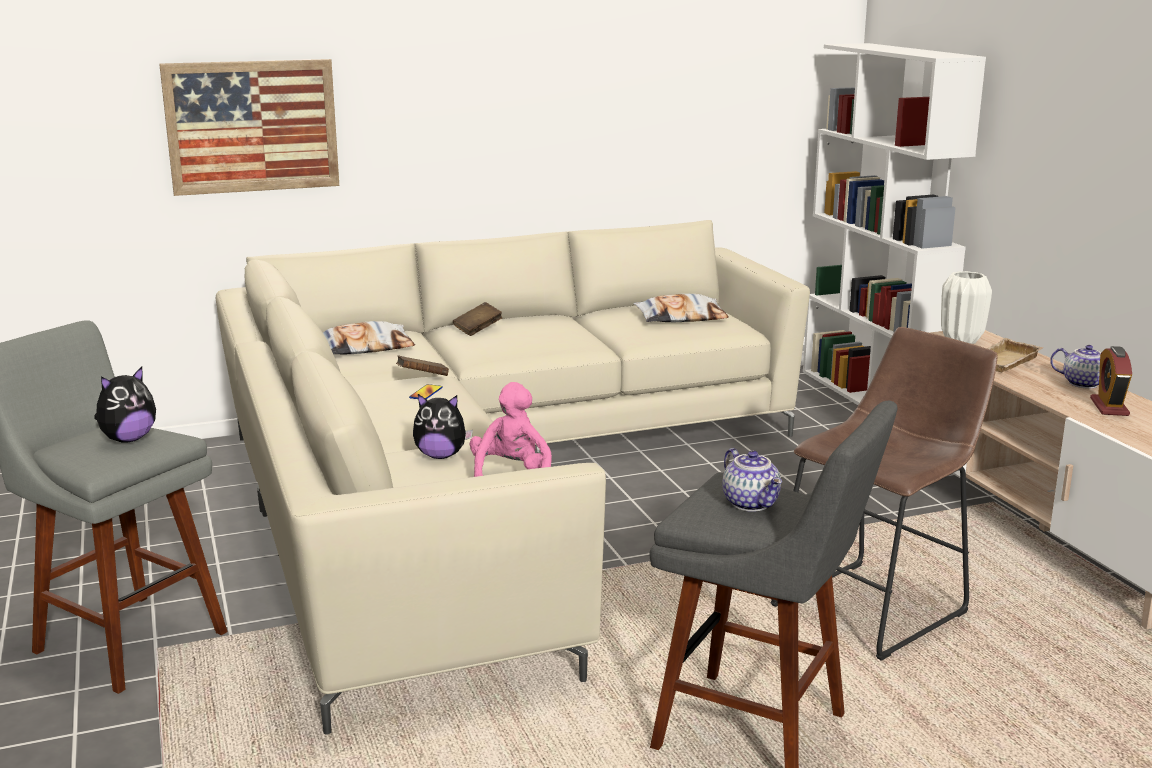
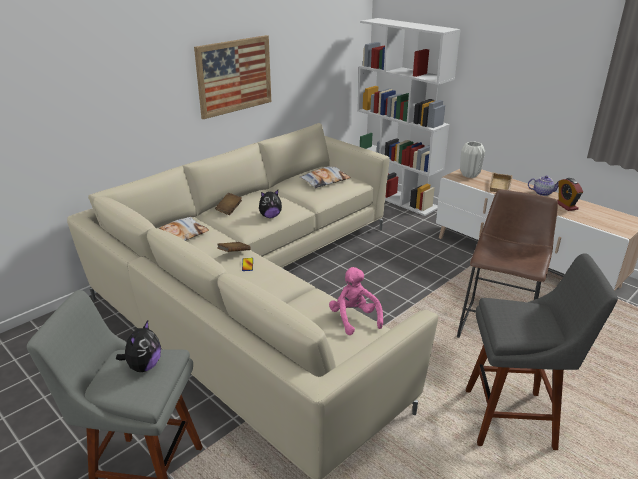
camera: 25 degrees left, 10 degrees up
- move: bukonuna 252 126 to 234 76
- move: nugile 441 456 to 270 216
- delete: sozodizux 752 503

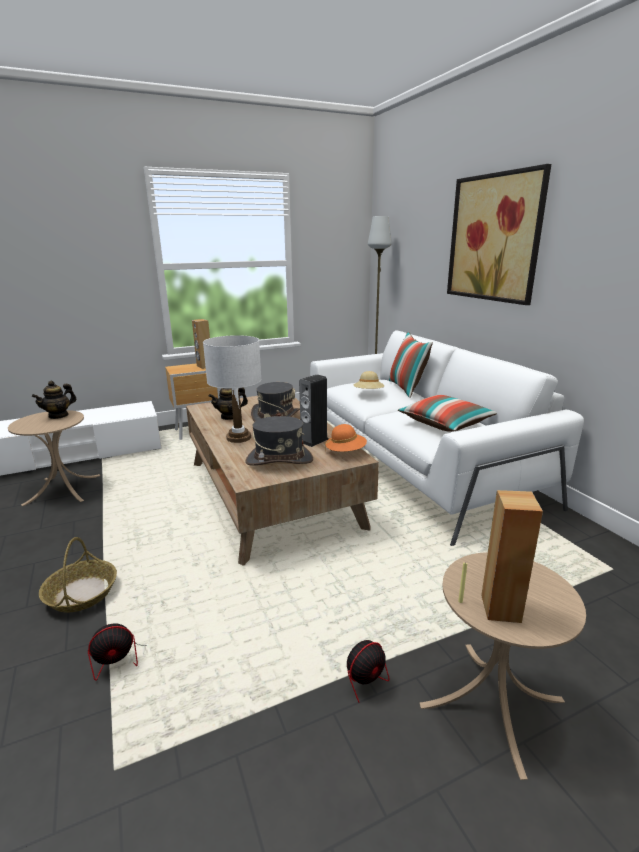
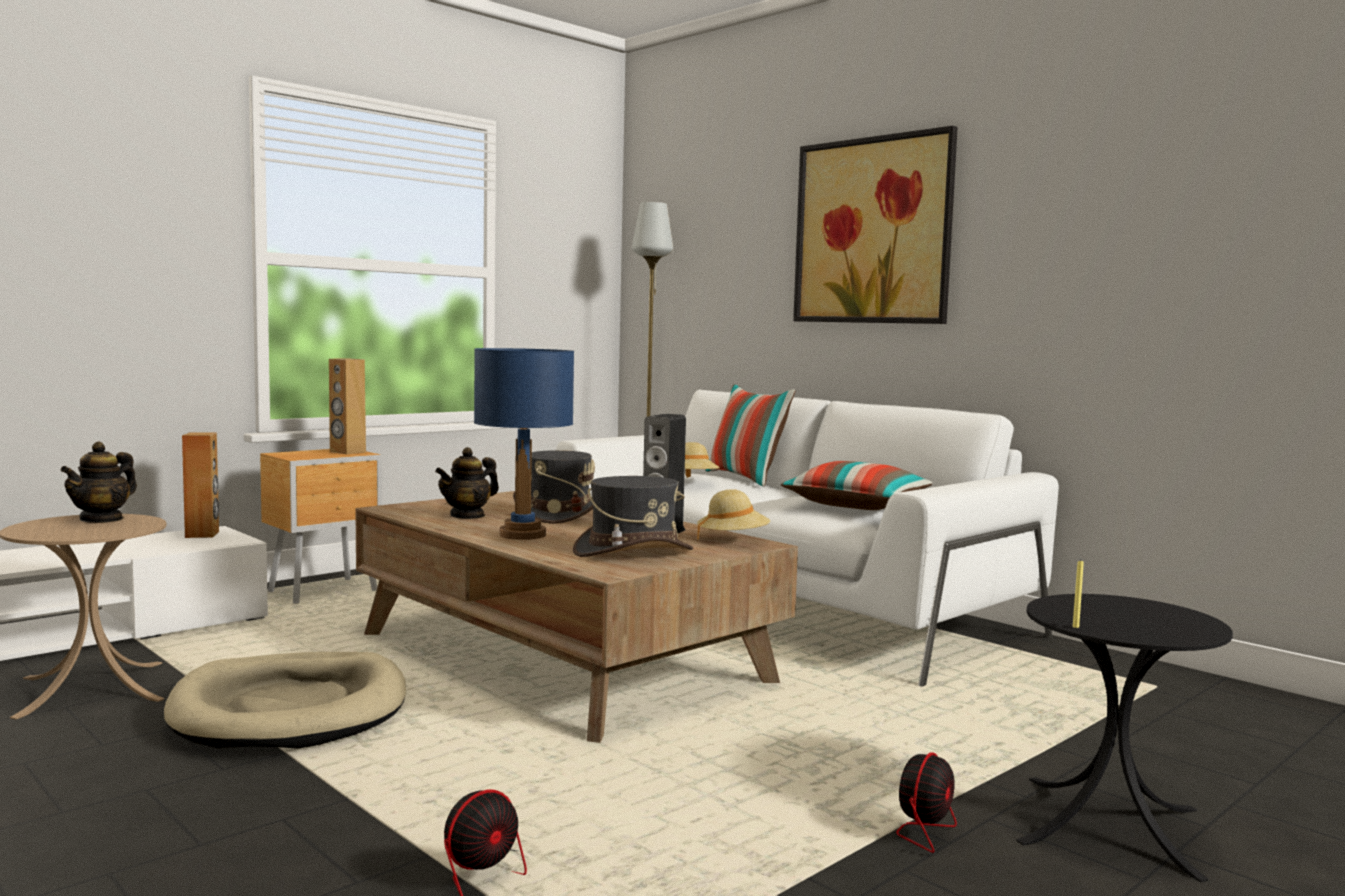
camera: 20 degrees left, 15 degrees down
- insert: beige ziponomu 290 710
- move: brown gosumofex 501 608 to 202 534
- recolor: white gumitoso 238 438 to blue gumitoso 522 535
- recolor: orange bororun 345 452 to beige bororun 732 540
- recolor: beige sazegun 492 703 to black sazegun 1110 825
- delete: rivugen 81 593

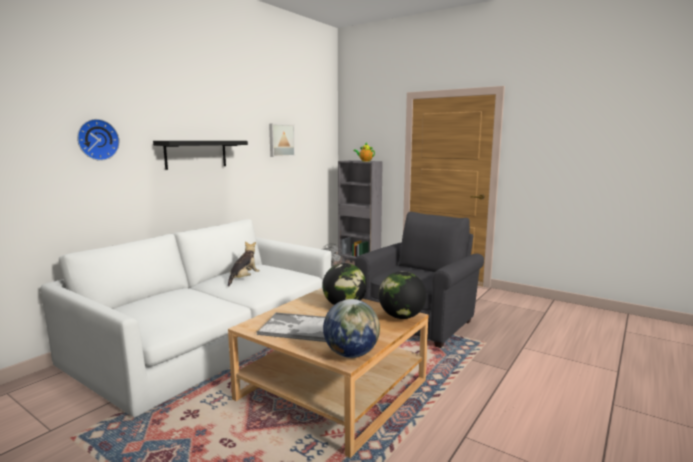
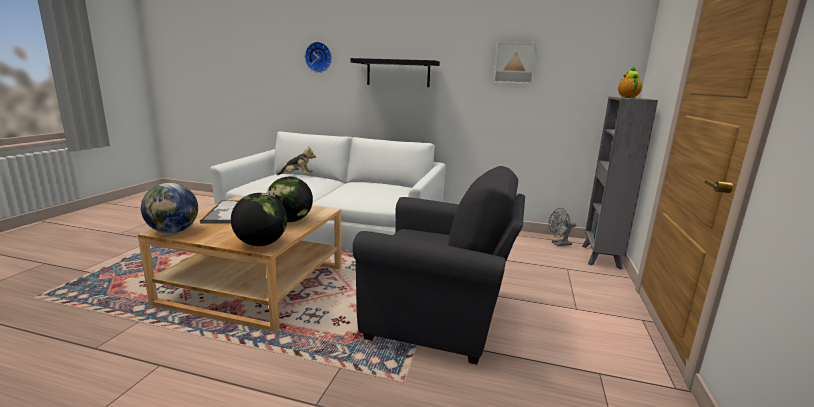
camera: 70 degrees right, 5 degrees up
- move: nugile 244 279 to 297 176

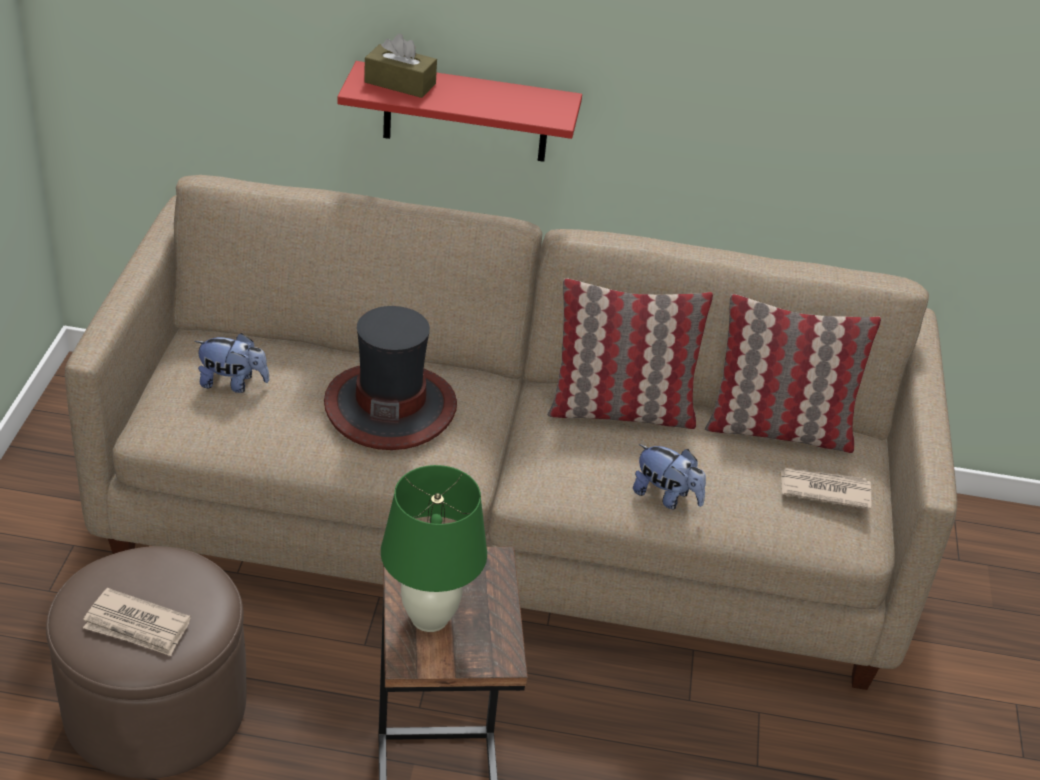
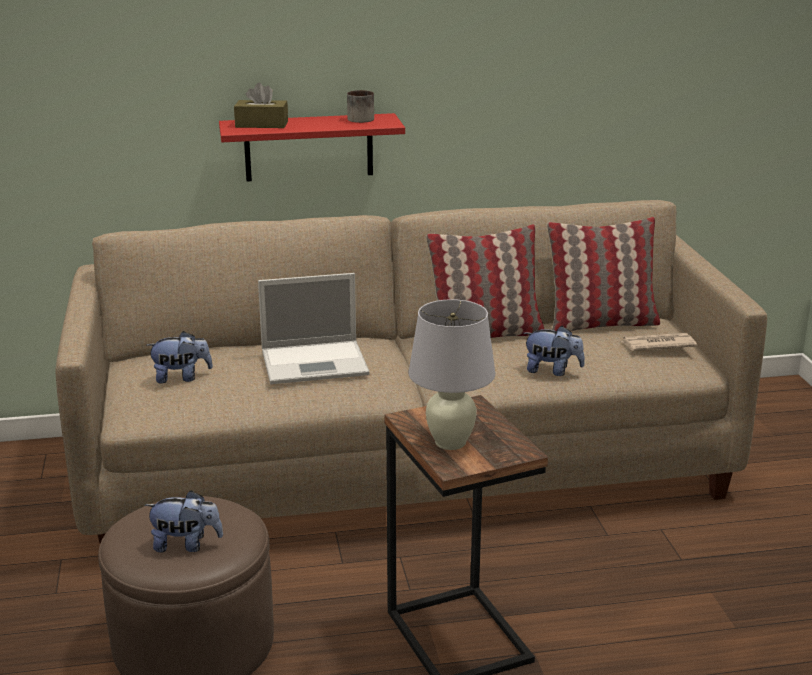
camera: 15 degrees left, 15 degrees down
- replace: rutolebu 137 626 to nugile 186 545
- replace: bororun 390 406 to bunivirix 316 362
- insert: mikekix 361 118
- recolor: green gumitoso 429 618 to white gumitoso 450 442

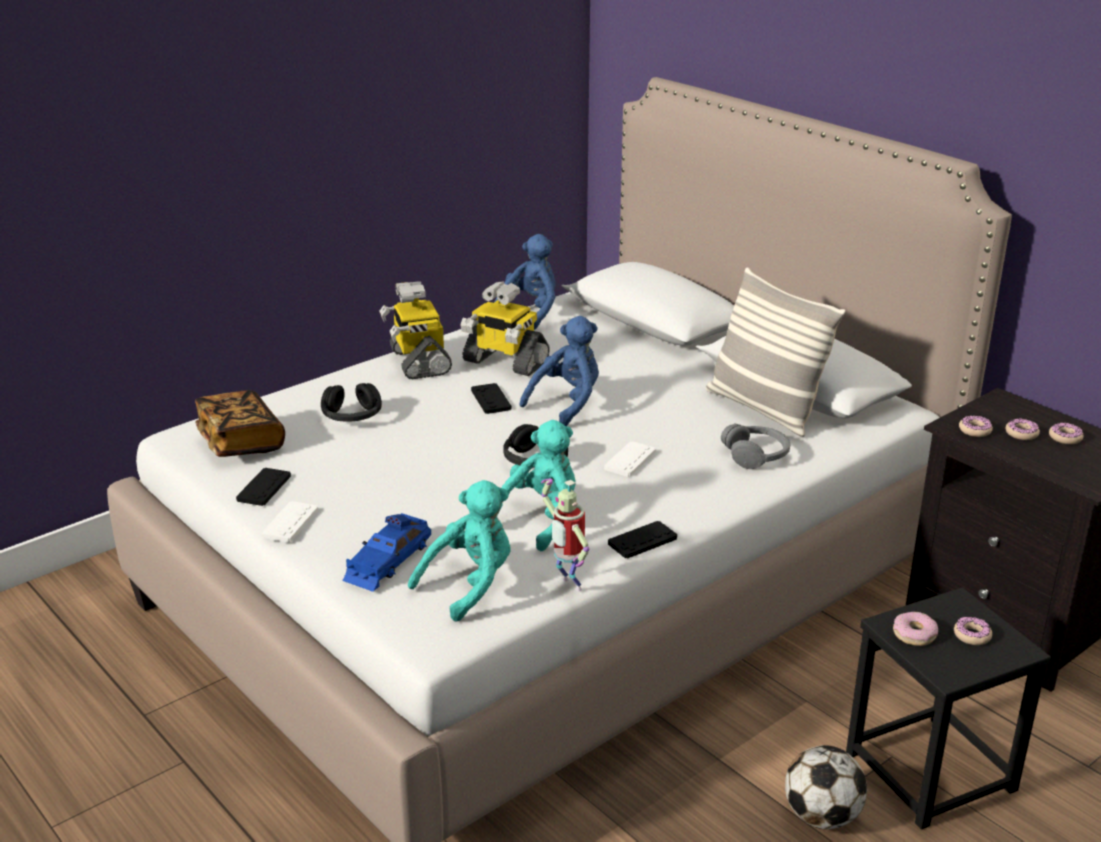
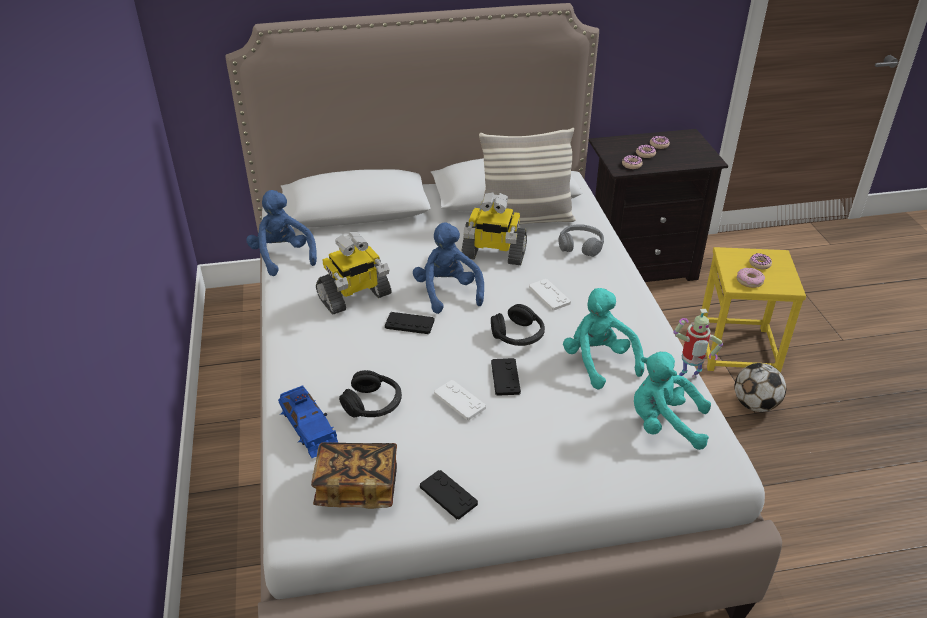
camera: 60 degrees left, 10 degrees up
- move: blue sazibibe 388 561 to 309 427
- move: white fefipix 290 523 to 459 401
- move: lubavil 418 361 to 493 254
- move: black fefipix 642 541 to 505 377
- rotate: turquoise nugile 470 585 = 664 424 60 degrees counterclockwise
- recolor: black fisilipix 931 772 to yellow fisilipix 738 349

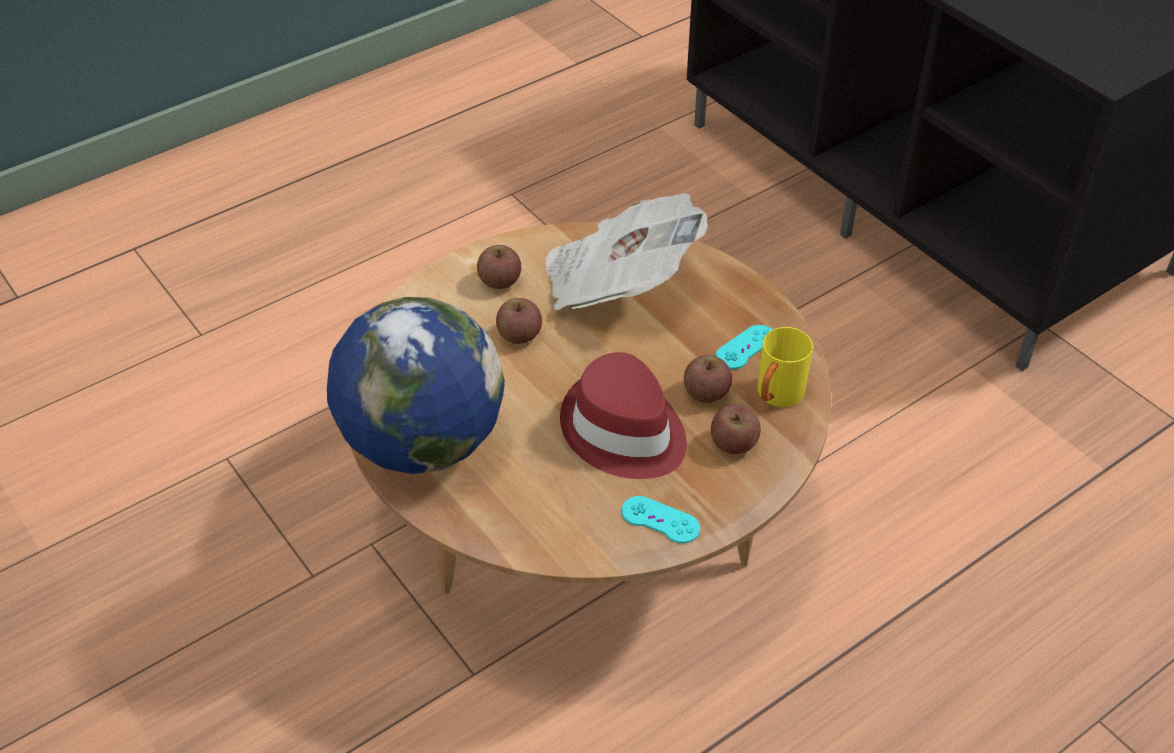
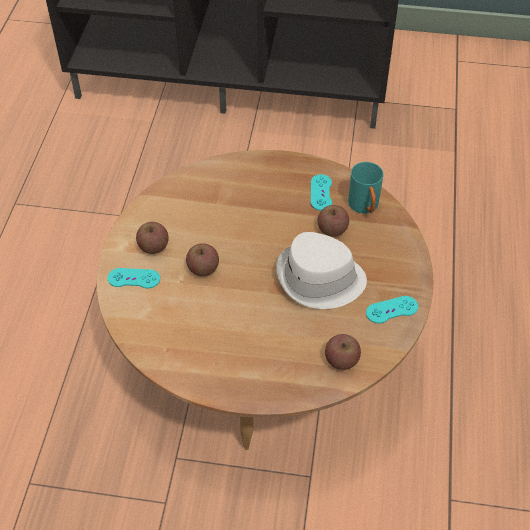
camera: 45 degrees left, 5 degrees up
- insert: turquoise fefipix 134 278
- recolor: red bororun 623 431 to white bororun 320 279
- move: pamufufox 733 443 to 341 360
- recolor: yellow mikekix 776 397 to turquoise mikekix 365 207
- delete: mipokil 422 443
- delete: rutolebu 618 284

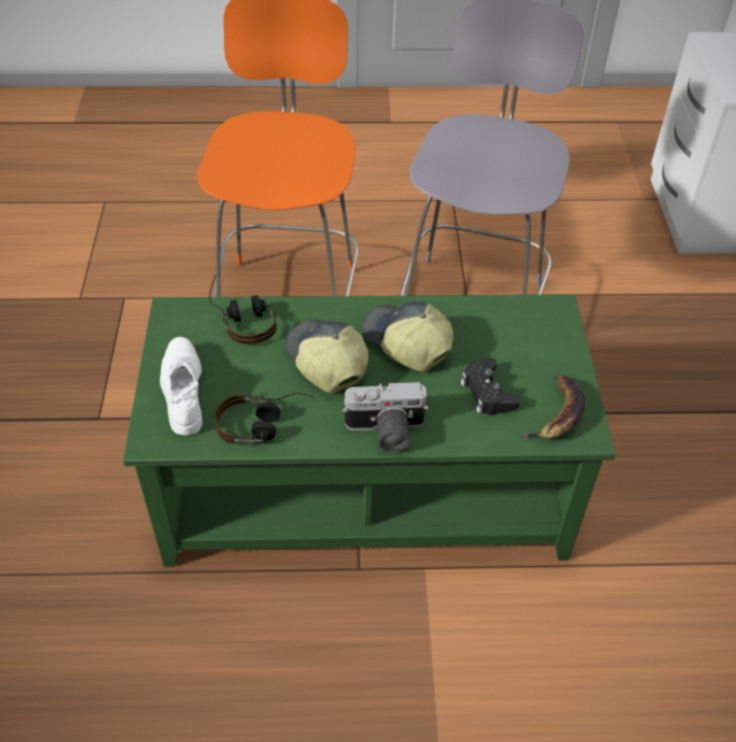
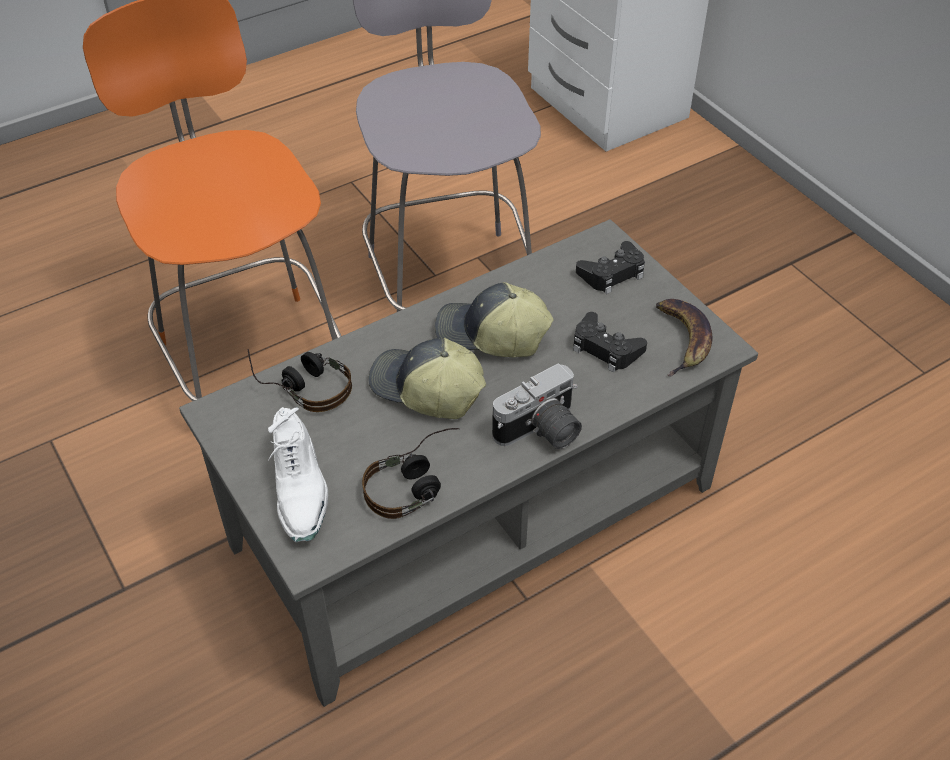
camera: 30 degrees left, 0 degrees up
- recolor: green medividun 364 490 to grey medividun 476 519
- rotate: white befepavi 183 391 = 300 490 150 degrees counterclockwise
- insert: black fefipix 612 273

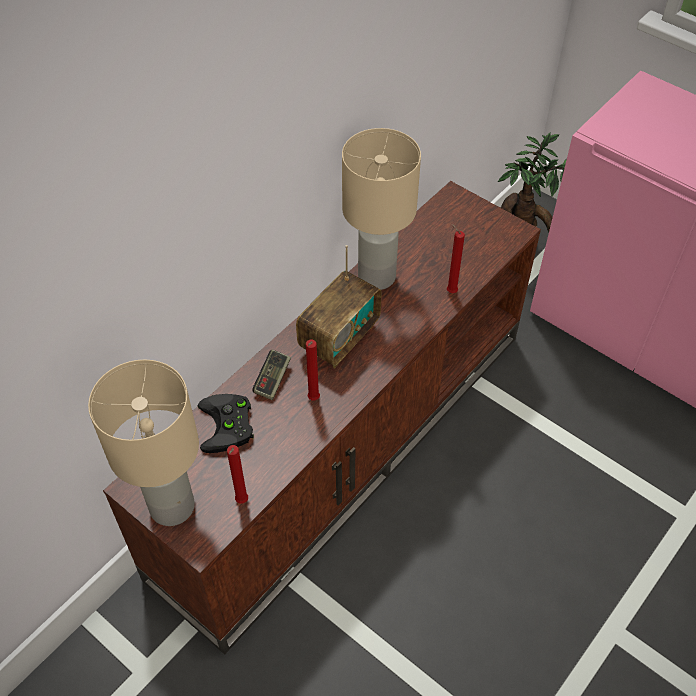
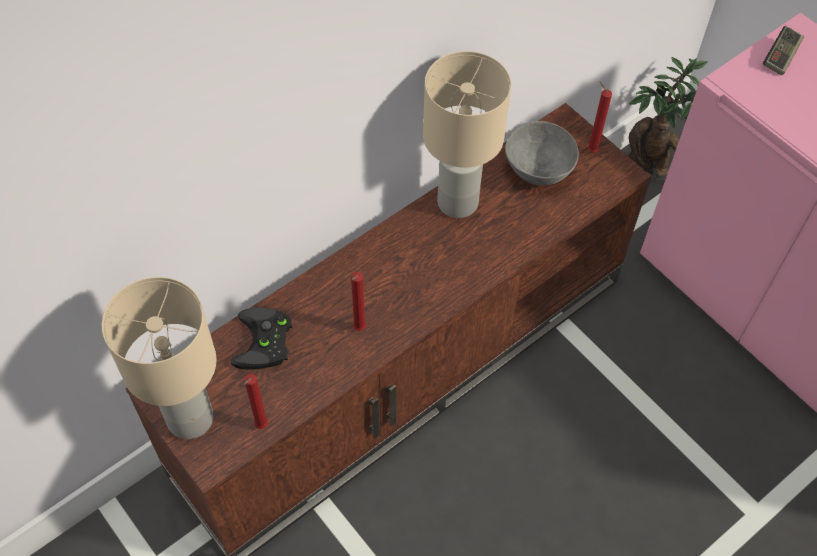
camera: 10 degrees right, 5 degrees up
- insert: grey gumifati 538 171
- move: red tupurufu 450 291 to 590 150
- move: fefipix 272 380 to 780 57
- delete: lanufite 339 338

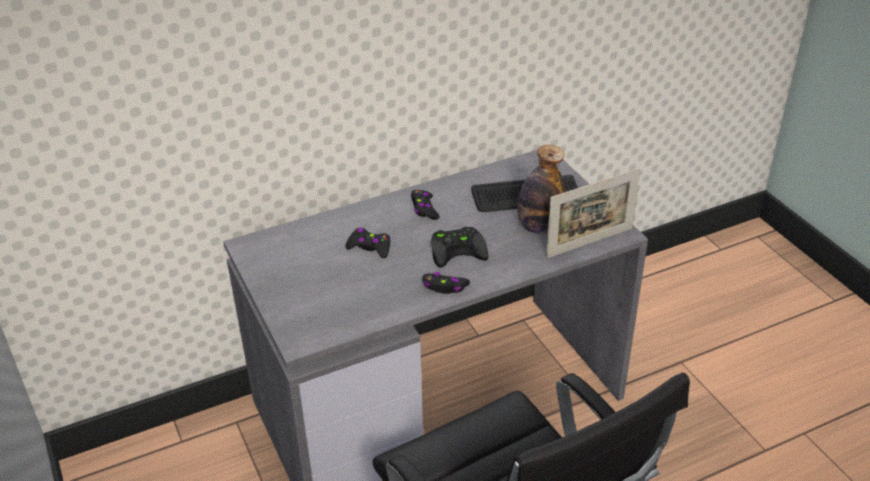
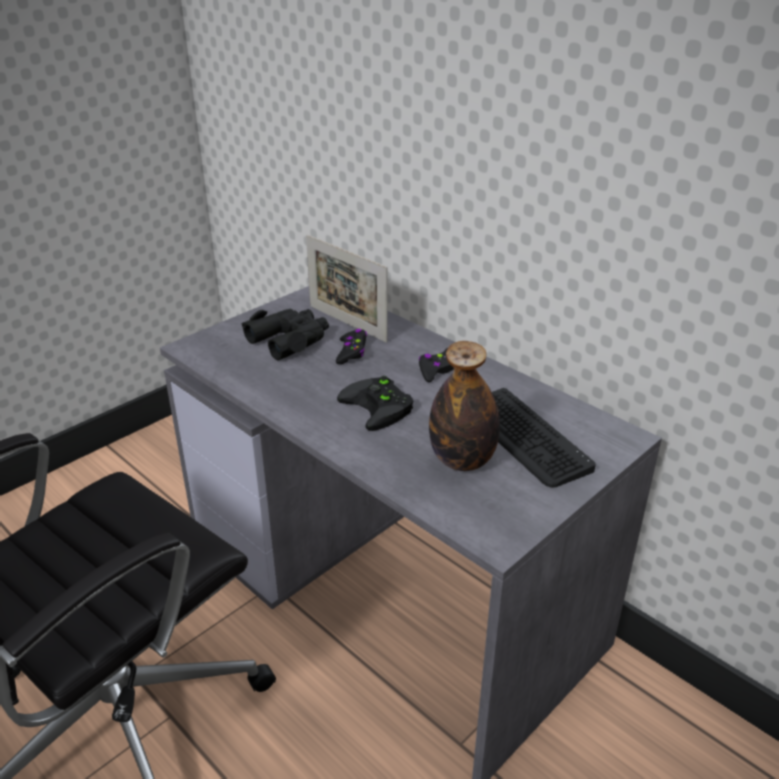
camera: 70 degrees right, 5 degrees down
- insert: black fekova 289 339
- move: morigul 589 242 to 347 323
- delete: black fefipix 445 287

